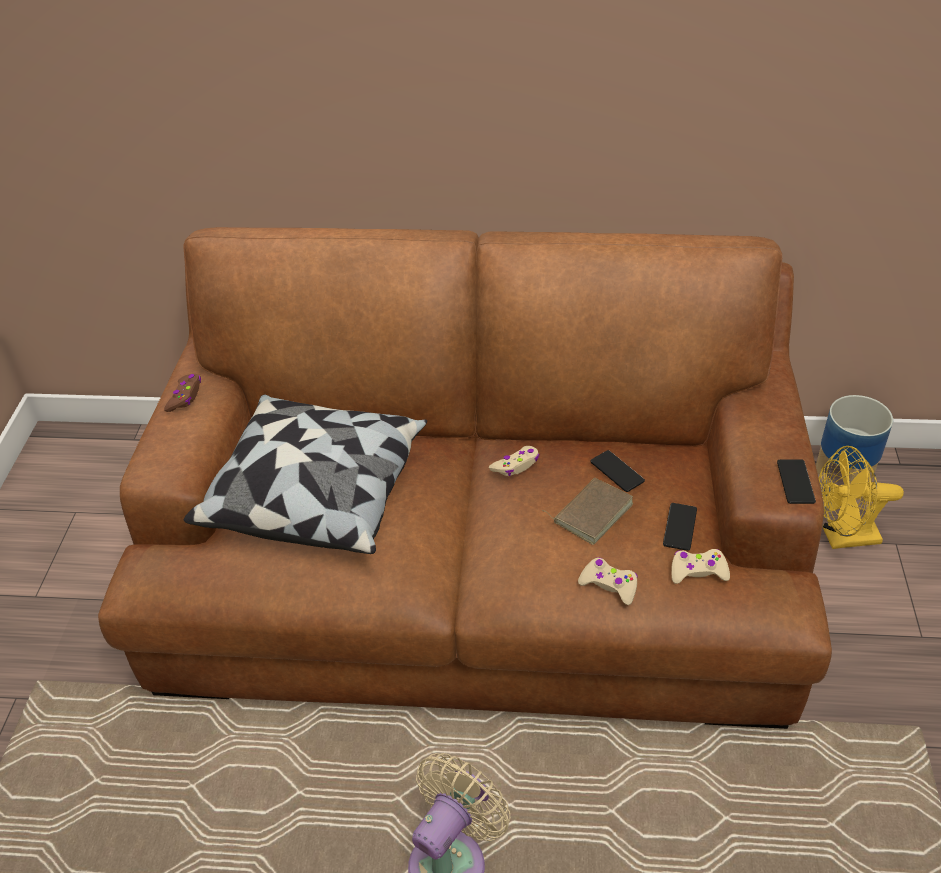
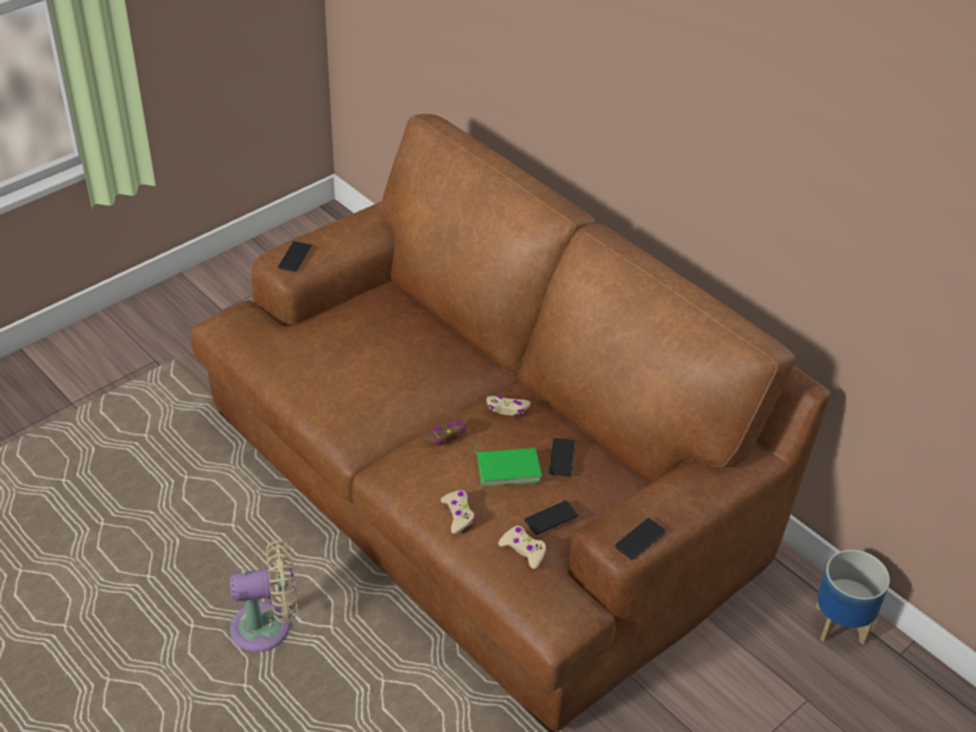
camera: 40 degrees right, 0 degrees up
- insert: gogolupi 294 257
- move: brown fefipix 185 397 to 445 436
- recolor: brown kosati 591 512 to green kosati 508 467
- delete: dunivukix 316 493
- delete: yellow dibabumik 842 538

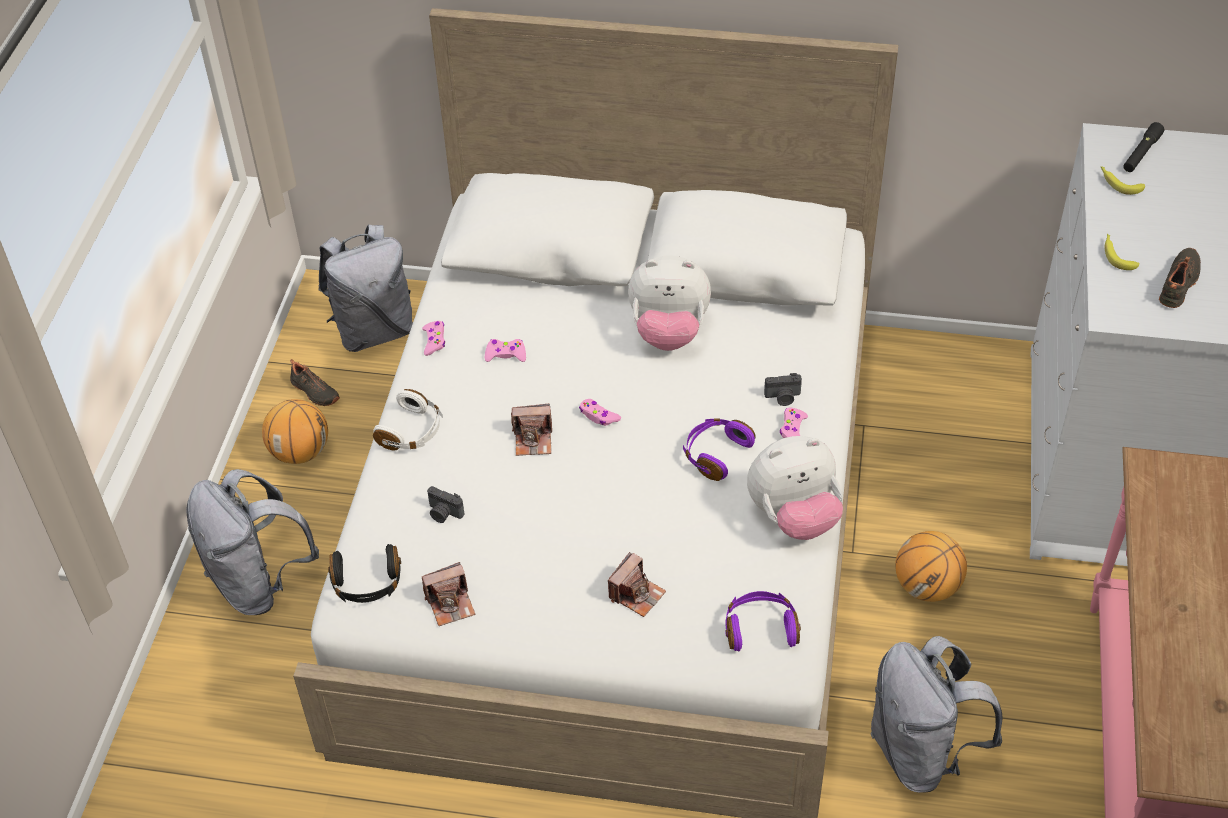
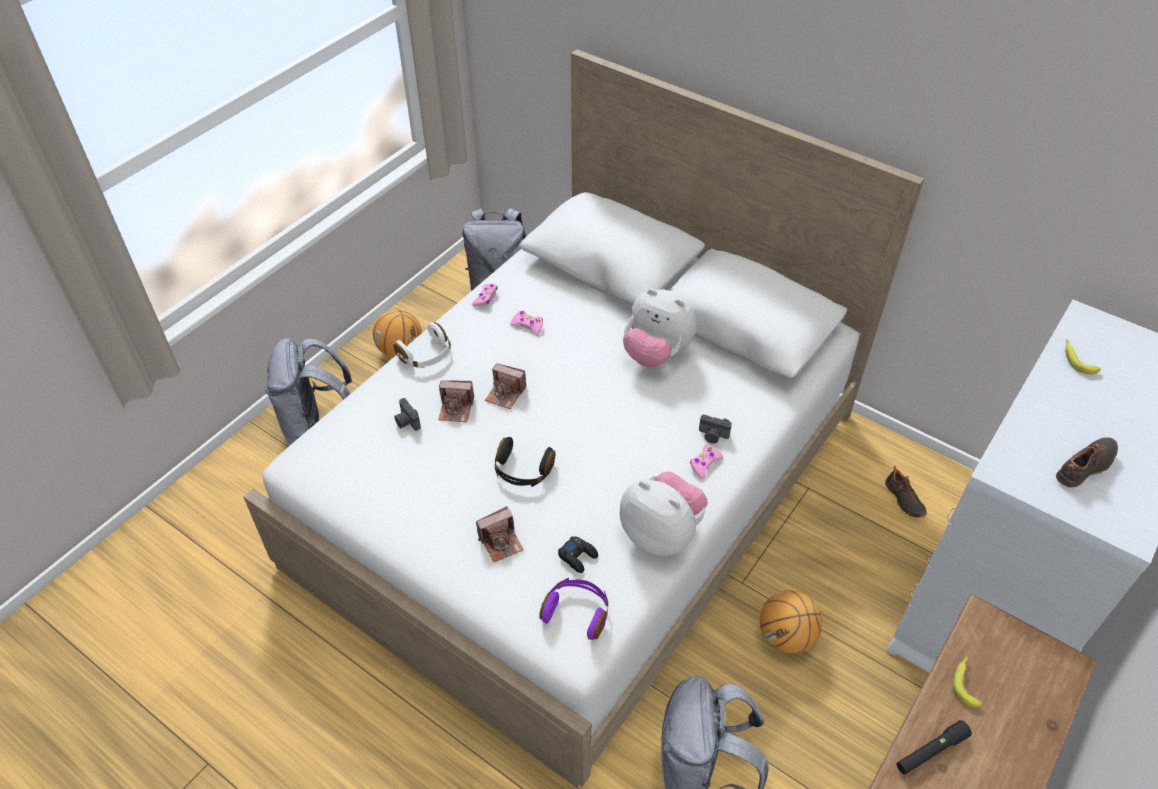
camera: 25 degrees right, 0 degrees up
- move: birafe 450 604 to 456 409
- move: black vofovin 367 584 to 522 471
- insert: black fefipix 578 556
- rotate: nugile 794 516 = 661 533 150 degrees counterclockwise
- move: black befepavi 314 392 to 903 499
- move: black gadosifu 1141 153 to 931 751
- move: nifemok 1117 255 to 965 682
- delete: pink fefipix 598 416
- delete: purple vofovin 715 454

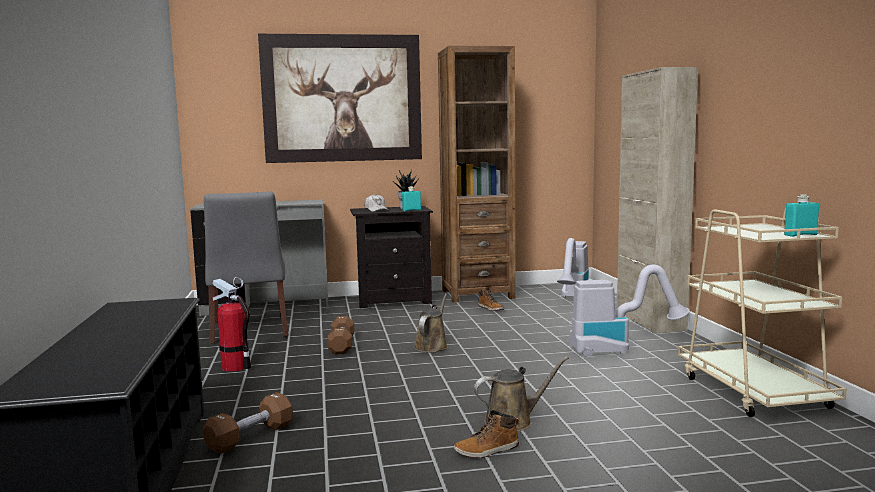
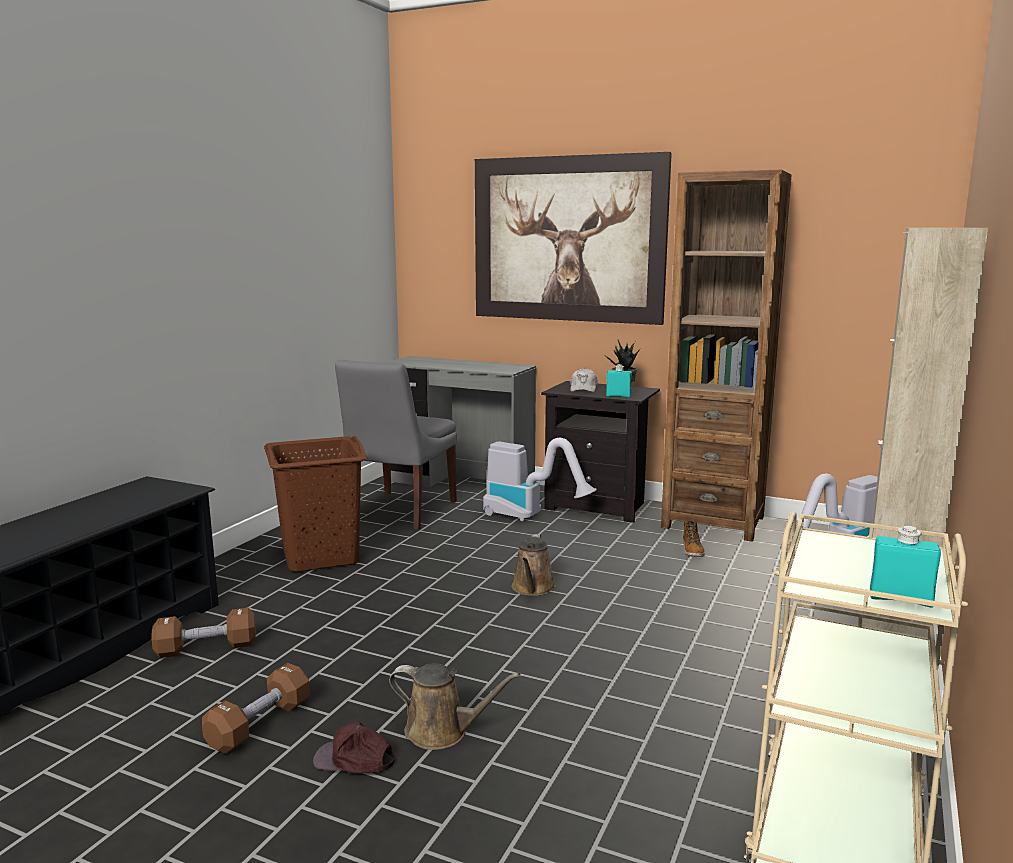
camera: 35 degrees right, 5 degrees up
- move: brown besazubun 341 345 to 259 724
- replace: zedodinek 235 367 to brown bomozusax 320 556
- replace: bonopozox 487 450 to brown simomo 354 760
- move: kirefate 619 349 to 530 516
- rotate: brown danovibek 432 346 = 532 588 135 degrees clockwise

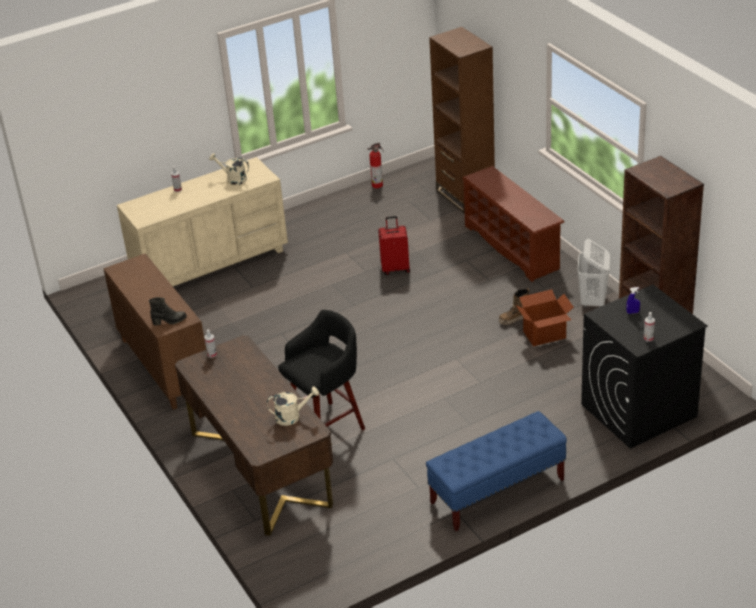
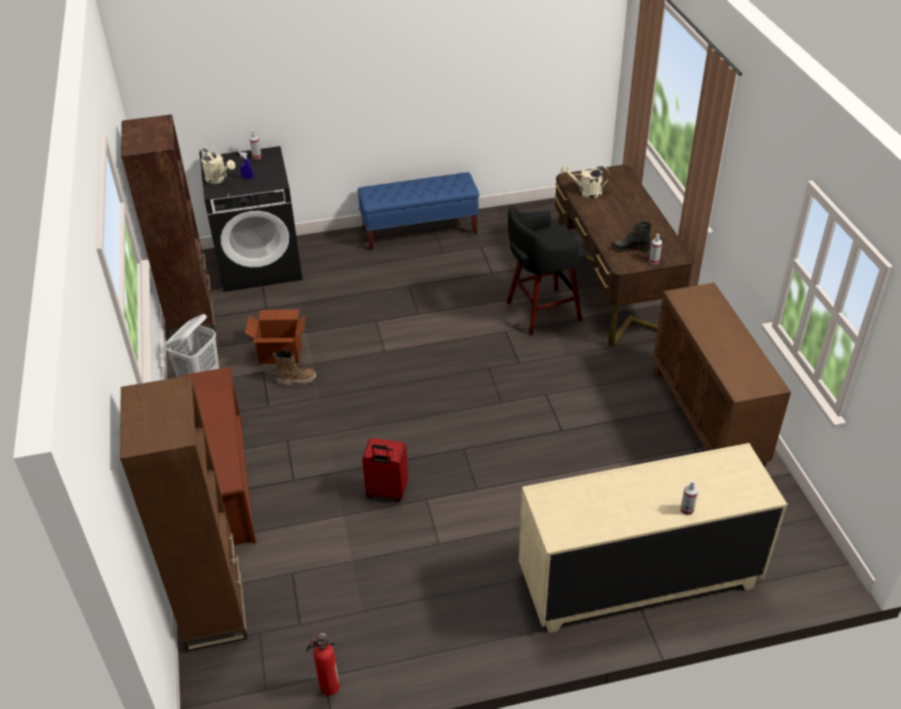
camera: 165 degrees left, 5 degrees up
- move: beige danovibek 233 179 to 219 179
- move: black bonopozox 169 321 to 630 248

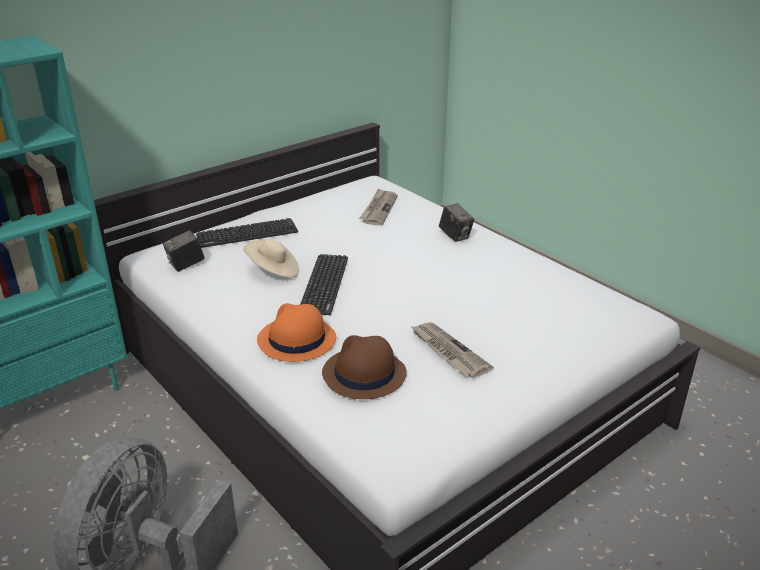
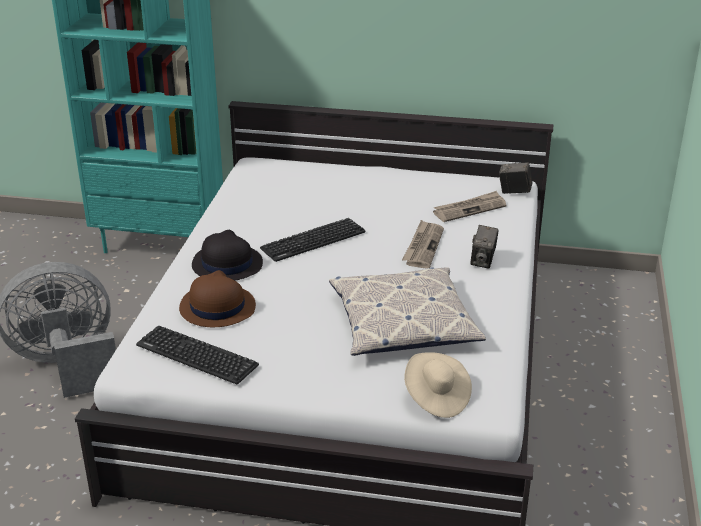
camera: 50 degrees right, 0 degrees up
- move: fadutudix 247 234 to 196 355
- recolor: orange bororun 296 340 to black bororun 226 264
- insert: dunivukix 403 323
- move: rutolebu 448 351 to 423 246
- move: beige bororun 273 271 to 436 398
- move: birafe 186 265 to 514 191

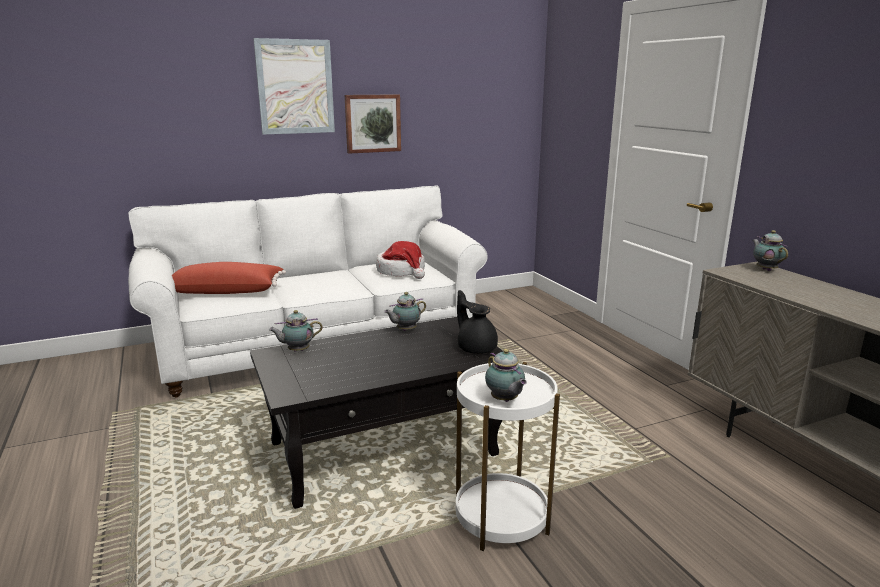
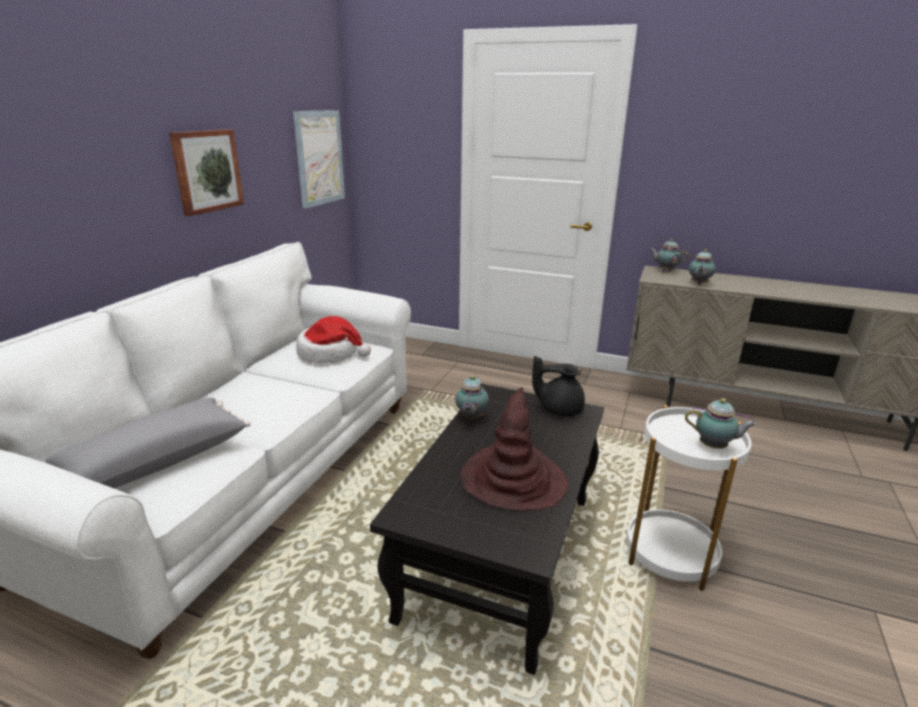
camera: 45 degrees left, 5 degrees up
- recolor: red dunivukix 227 291 to grey dunivukix 155 461
- move: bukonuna 295 87 to 319 158
- insert: brown bororun 513 479
- move: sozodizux 297 351 to 698 284

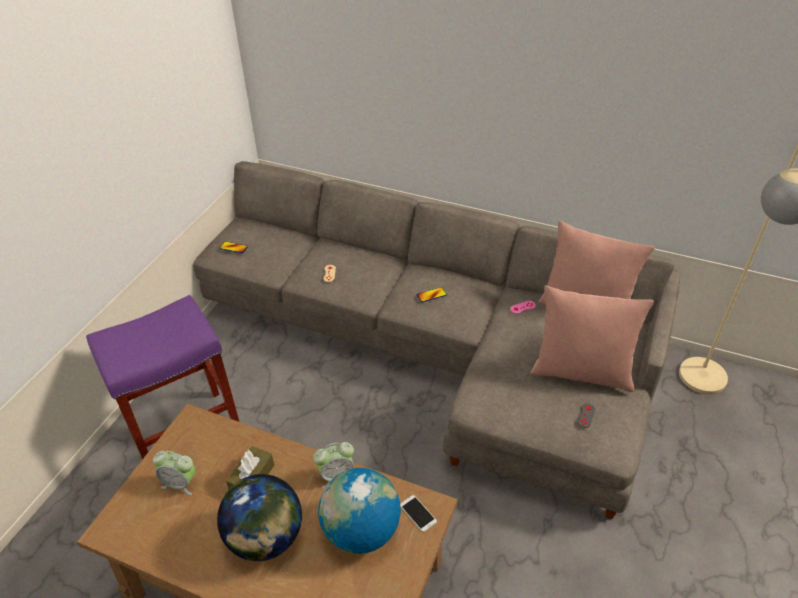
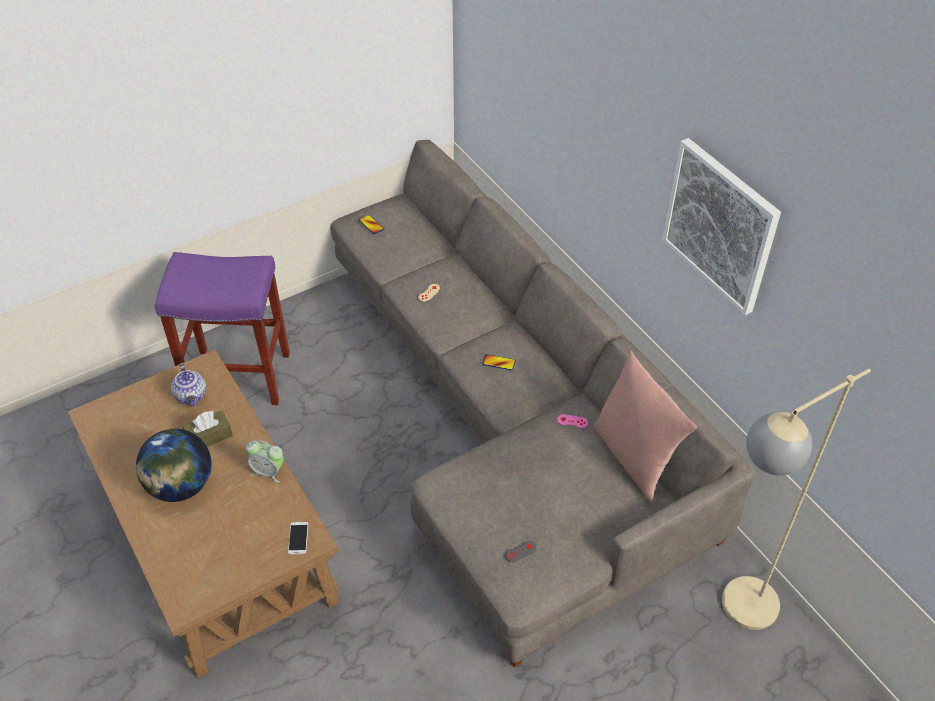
camera: 35 degrees right, 5 degrees up
- insert: sozodizux 191 396
- insert: bukonuna 720 225
- delete: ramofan 180 483
- delete: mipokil 361 530
- delete: pink dunivukix 581 372

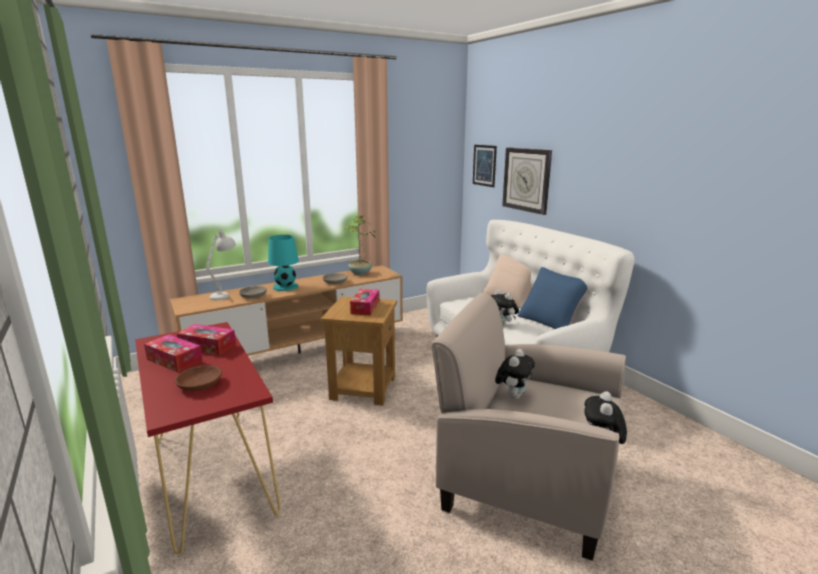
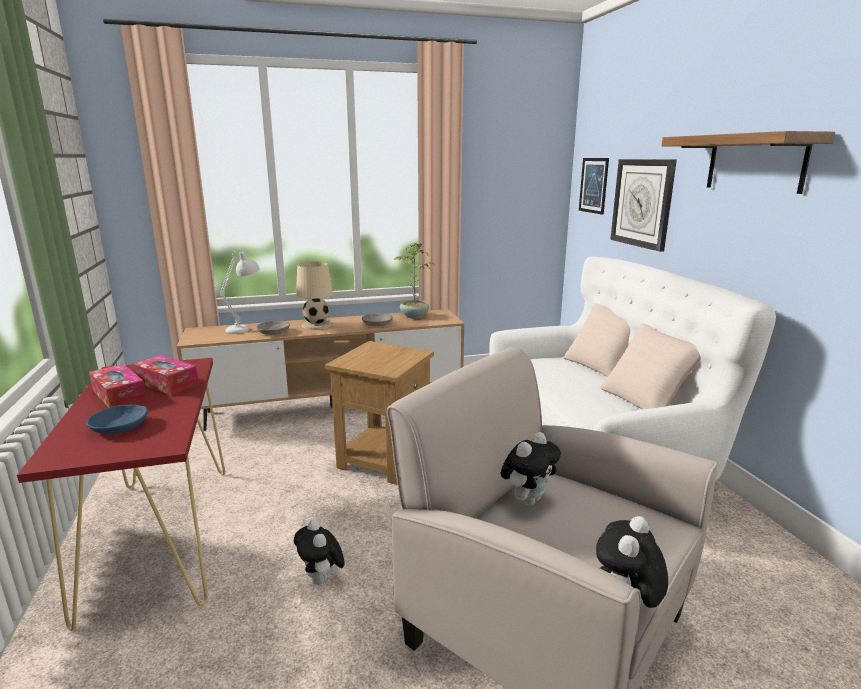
camera: 15 degrees right, 0 degrees up
- recolor: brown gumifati 200 384 to blue gumifati 121 426
- move: nugile 502 324 to 321 580
- recolor: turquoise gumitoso 285 287 to beige gumitoso 316 325
- recolor: blue dunivukix 551 321 to beige dunivukix 646 400
- insert: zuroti 755 163
- delete: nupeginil 365 307

